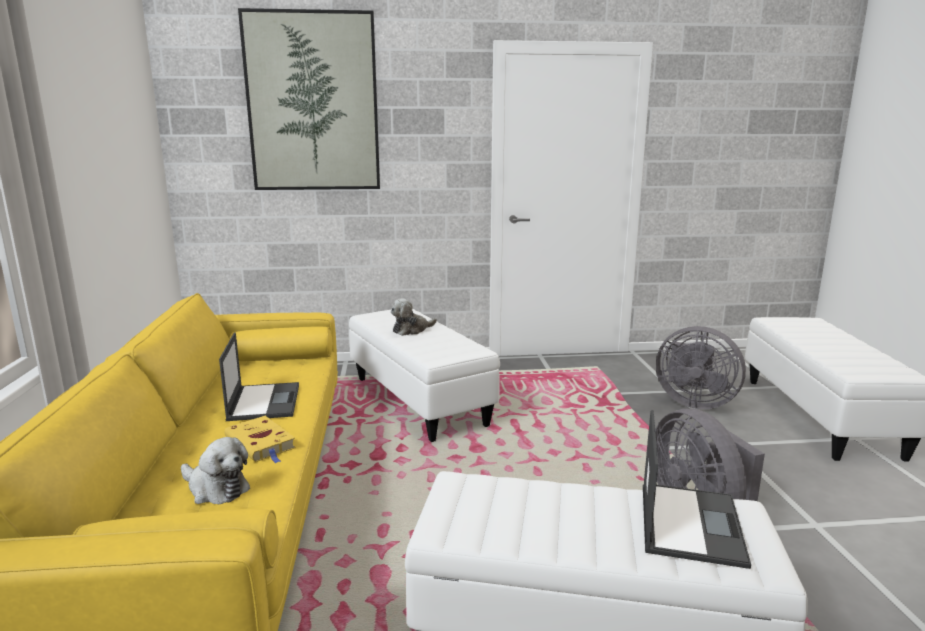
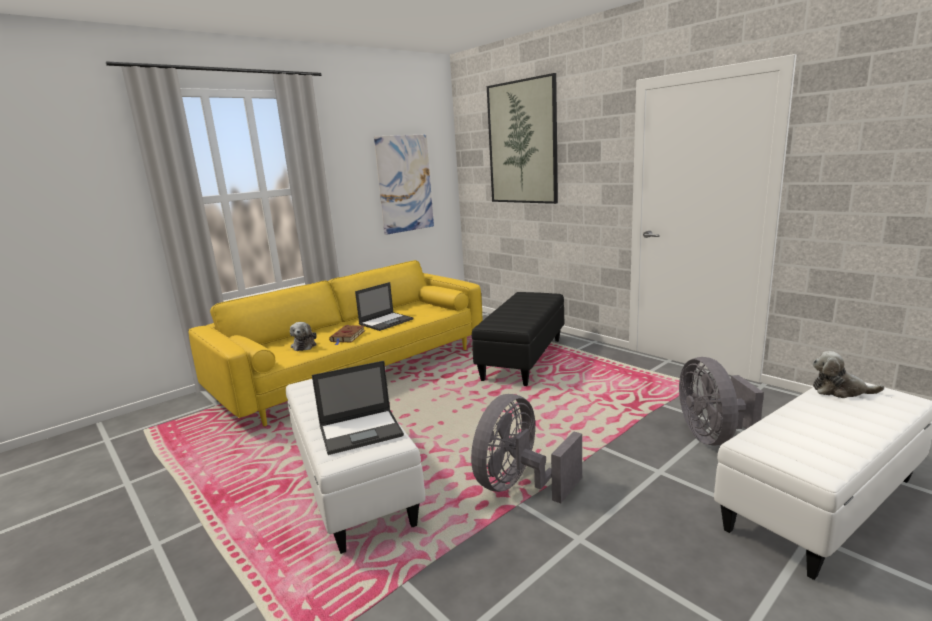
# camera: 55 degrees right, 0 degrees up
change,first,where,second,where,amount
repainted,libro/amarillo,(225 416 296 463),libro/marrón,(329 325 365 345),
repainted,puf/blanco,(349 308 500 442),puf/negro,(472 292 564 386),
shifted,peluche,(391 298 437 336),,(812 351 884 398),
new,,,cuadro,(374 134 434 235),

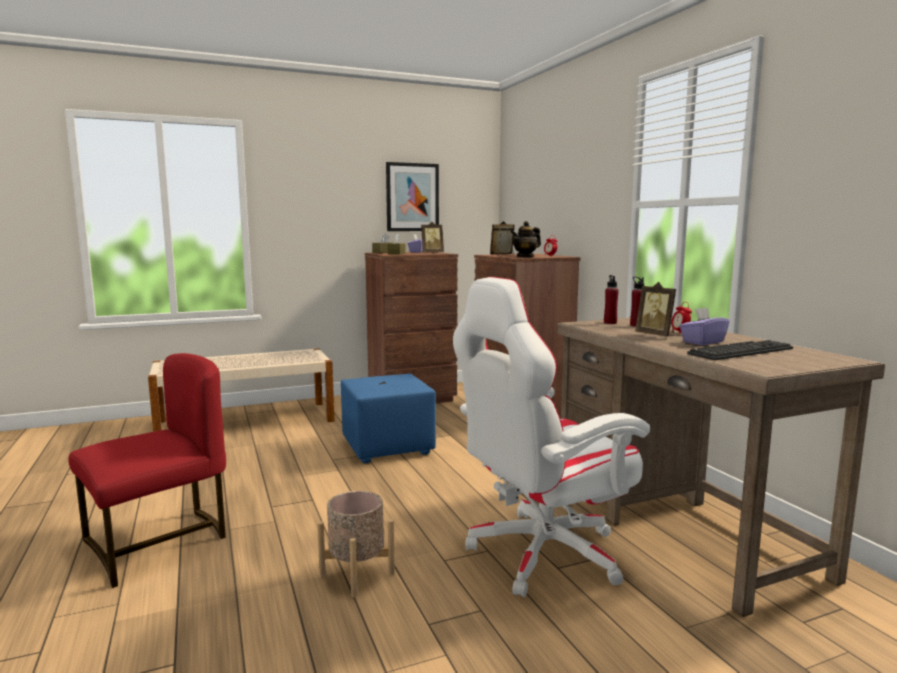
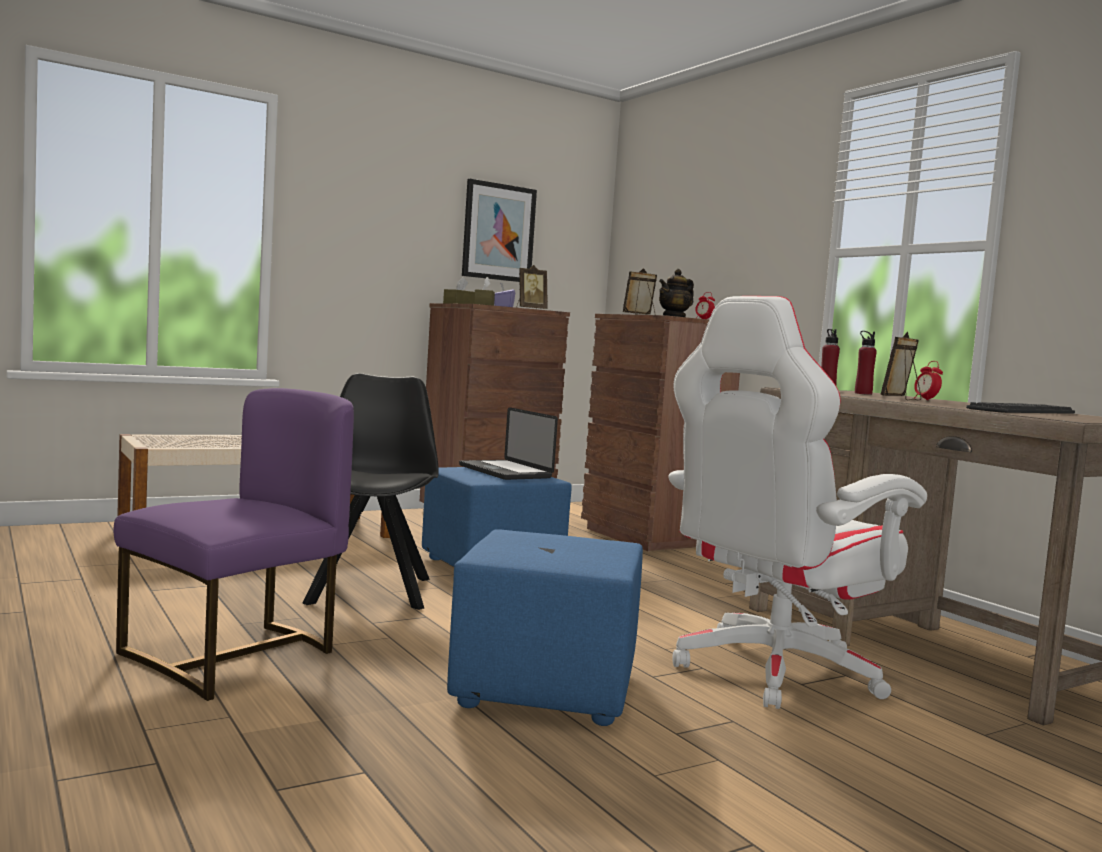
# camera: 10 degrees left, 5 degrees down
change,first,where,second,where,amount
repainted,silla/rojo,(68 353 226 588),silla/morado,(113 388 354 701),
swapped,maceta/beis,(317 491 395 597),puf/azul,(447 529 643 726),
rotated,portarretratos,(635 282 676 337),,(881 331 921 400),90 degrees clockwise
gone,caja de pañuelos/morado,(680 307 730 345),,,
new,,,silla/negro,(303 373 439 610),
new,,,portátil,(459 407 558 480),

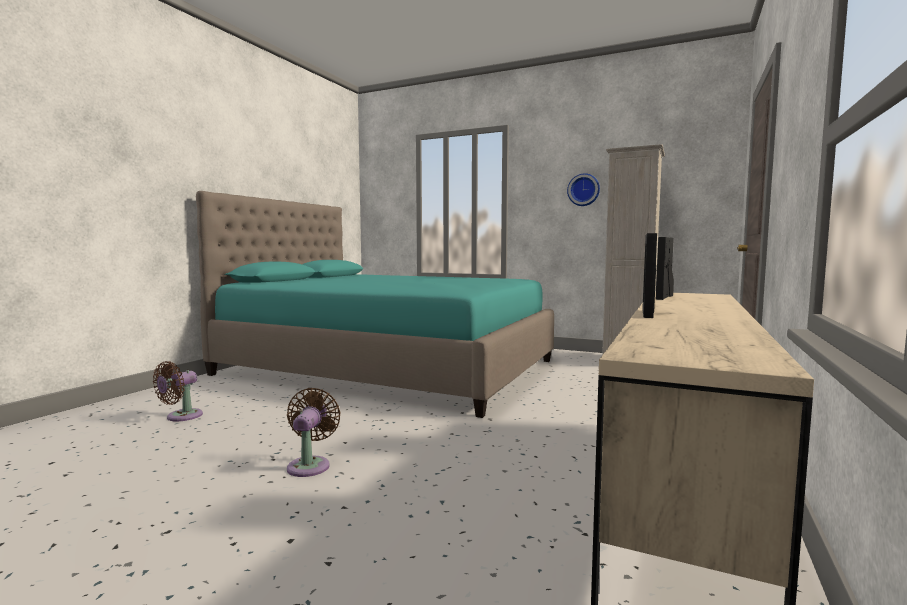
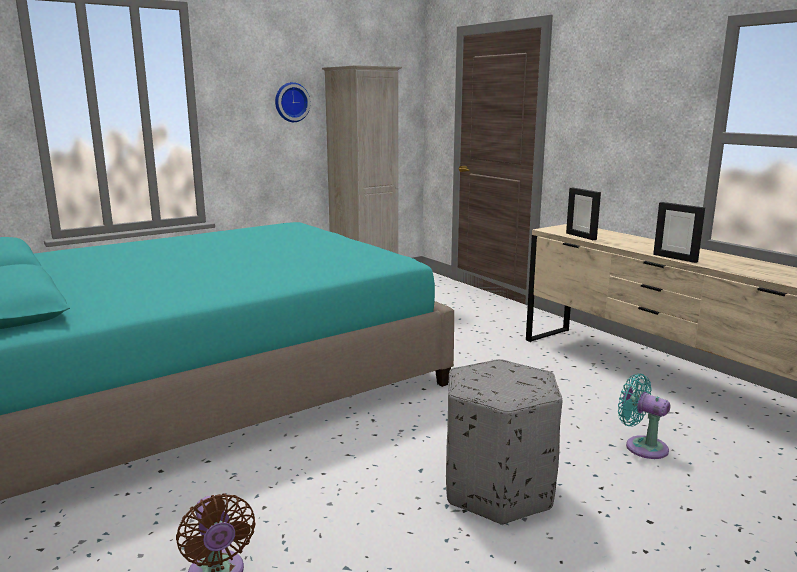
# camera: 60 degrees left, 10 degrees up
change,first,where,second,where,amount
swapped,ventilador/marrón,(287 388 340 477),puf/gris,(446 359 563 525),
new,,,ventilador/turquesa,(618 374 670 459),

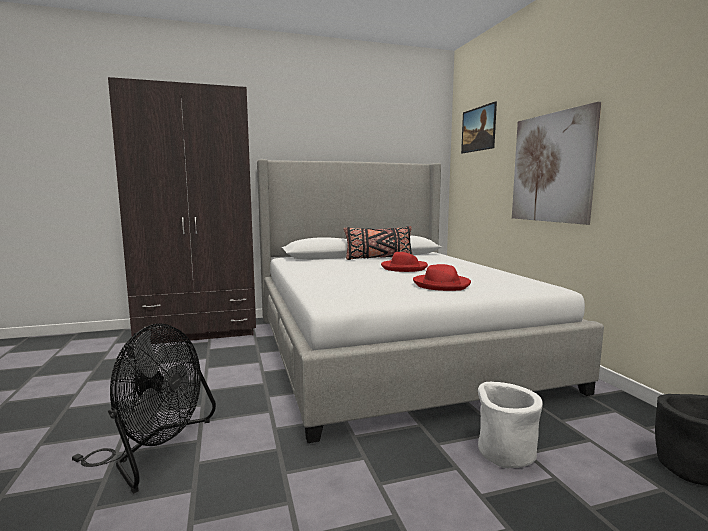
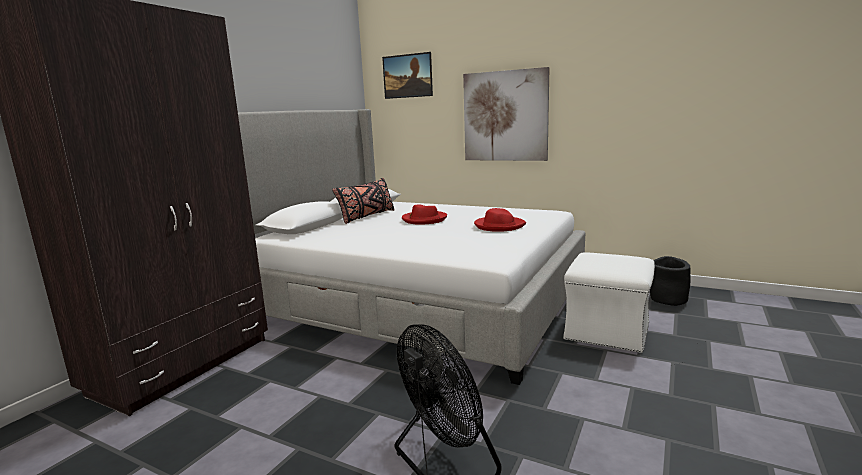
# camera: 45 degrees left, 5 degrees up
change,first,where,second,where,amount
swapped,maceta/blanco,(478 382 543 468),puf/blanco,(563 252 655 353),

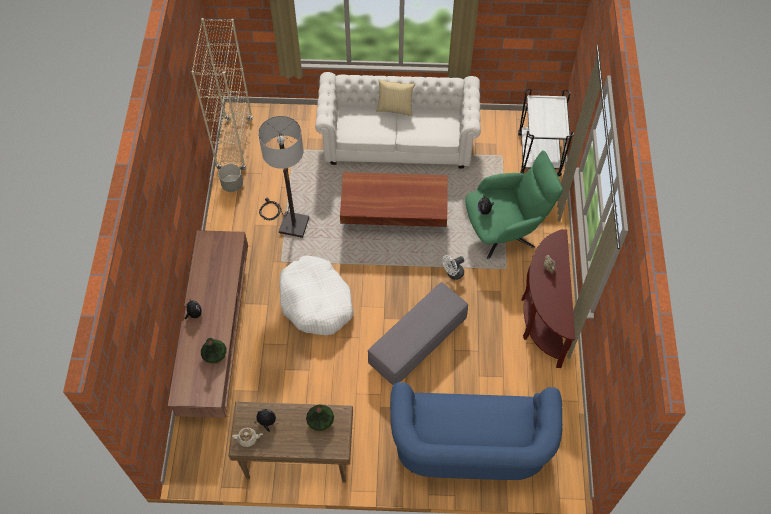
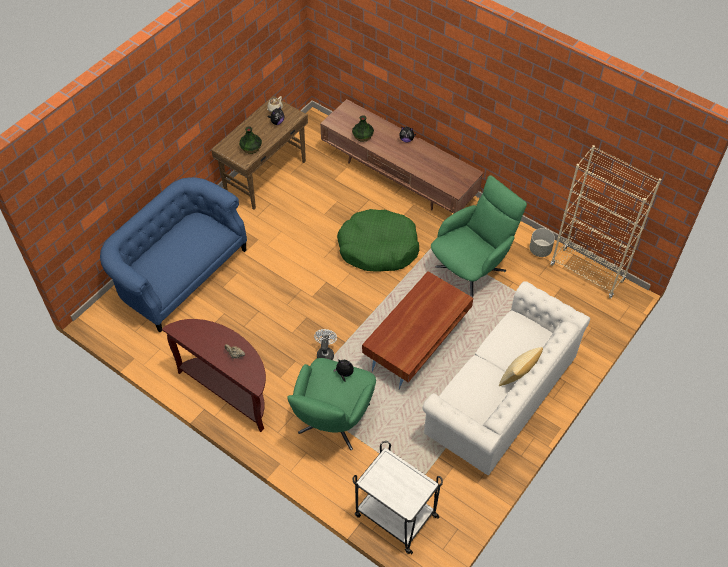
# camera: 125 degrees right, 5 degrees down
change,first,where,second,where,amount
swapped,lámpara de pie,(258 116 309 238),sillón/verde,(431 175 527 297),
repainted,cama para perro/blanco,(280 256 354 335),cama para perro/verde,(337 209 419 272),
gone,puf/gris,(368 282 468 385),,,

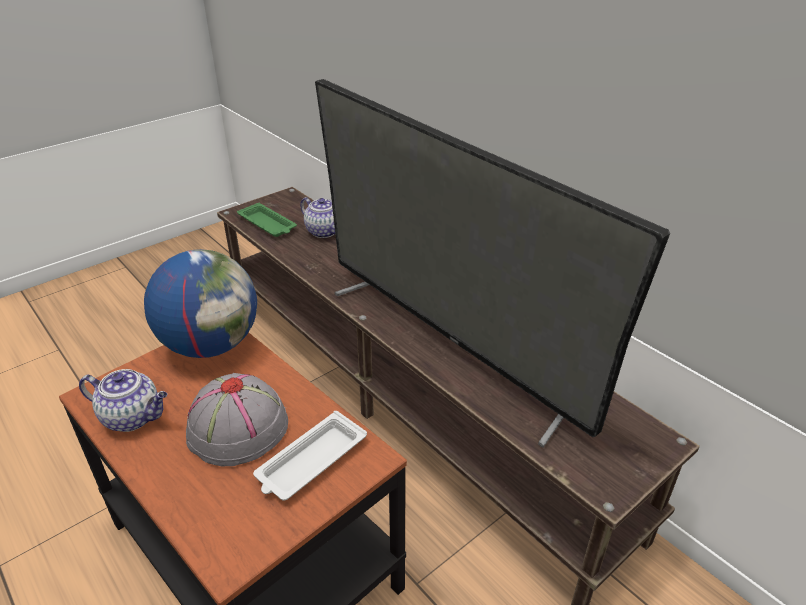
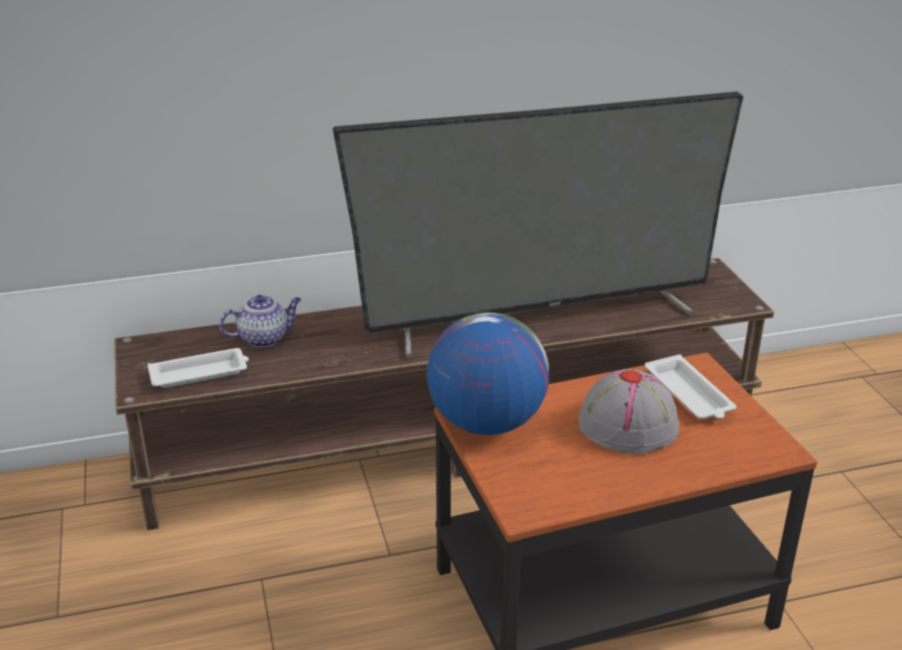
# camera: 65 degrees left, 5 degrees down
change,first,where,second,where,amount
gone,tetera,(79 369 167 432),,,
repainted,bandeja/verde,(237 202 297 237),bandeja/blanco,(147 348 249 388),

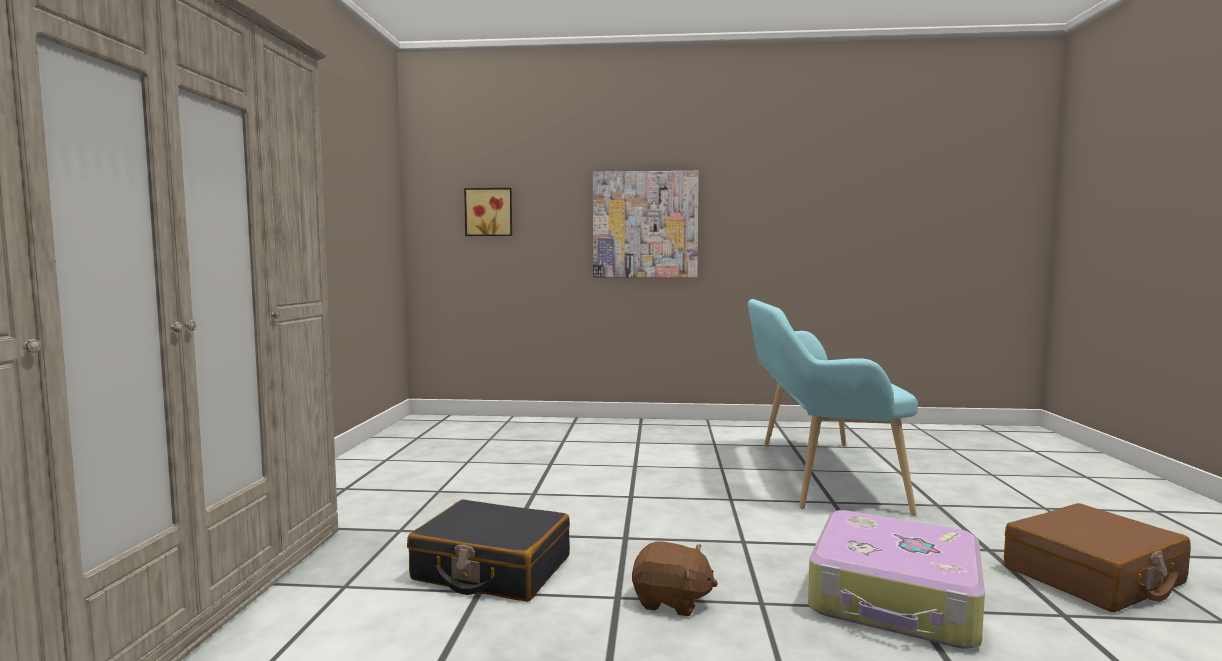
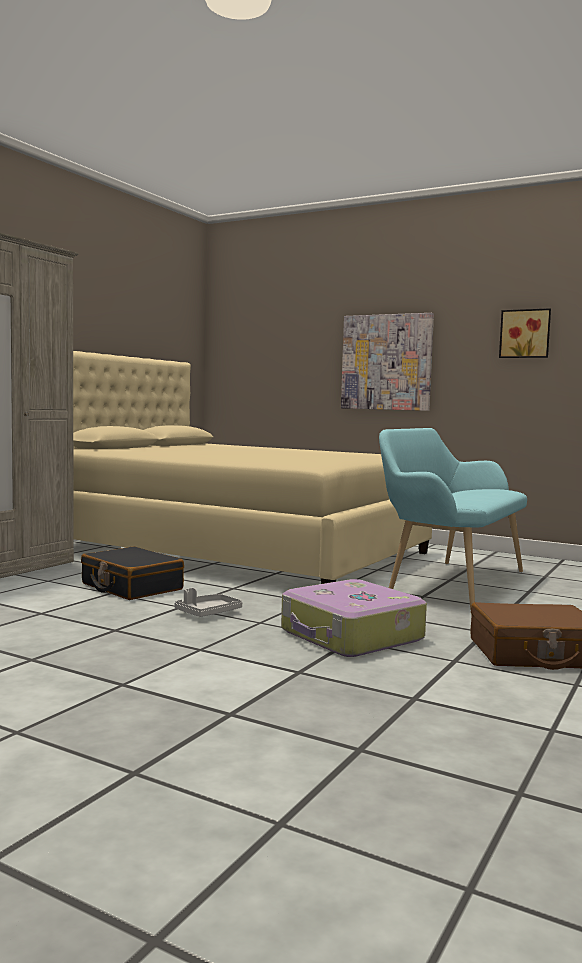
# camera: 25 degrees right, 0 degrees up
change,first,where,second,where,amount
shifted,cuadro,(464 188 512 236),,(499 308 551 358),
swapped,peluche/marrón,(632 541 718 616),bandeja/gris,(175 588 242 617),
new,,,cama/beis,(73 351 432 584),

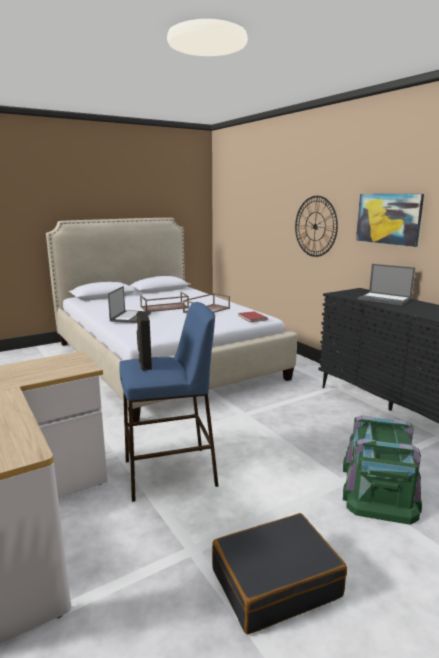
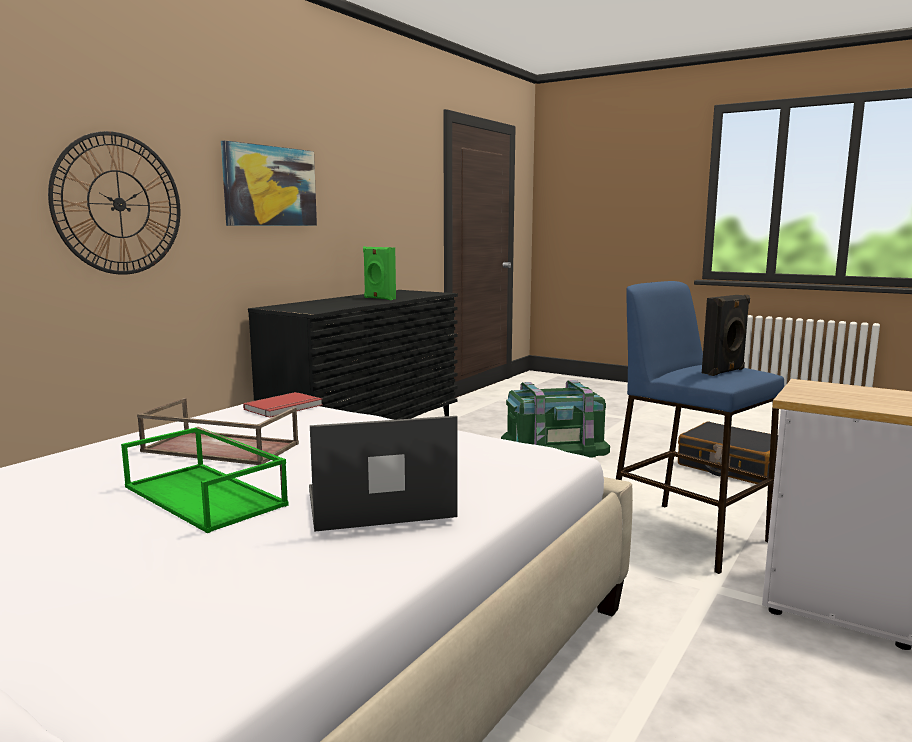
# camera: 115 degrees left, 5 degrees down
change,first,where,second,where,amount
repainted,bandeja/marrón,(140 292 189 312),bandeja/verde,(121 427 289 533),
gone,portátil,(358 264 415 306),,,
new,,,altavoz/verde,(363 246 396 300),

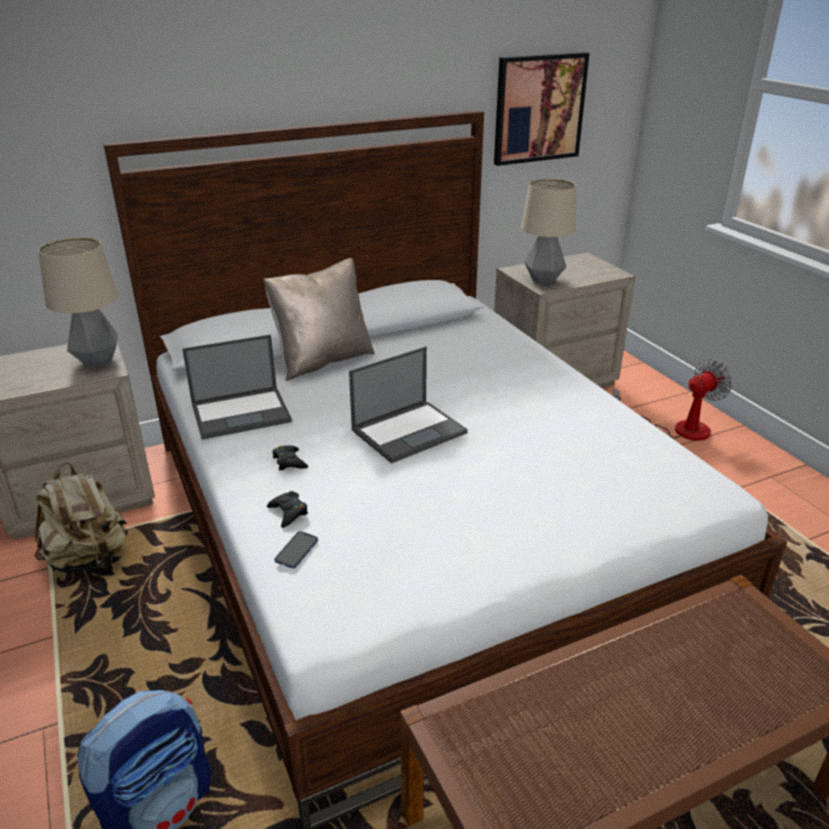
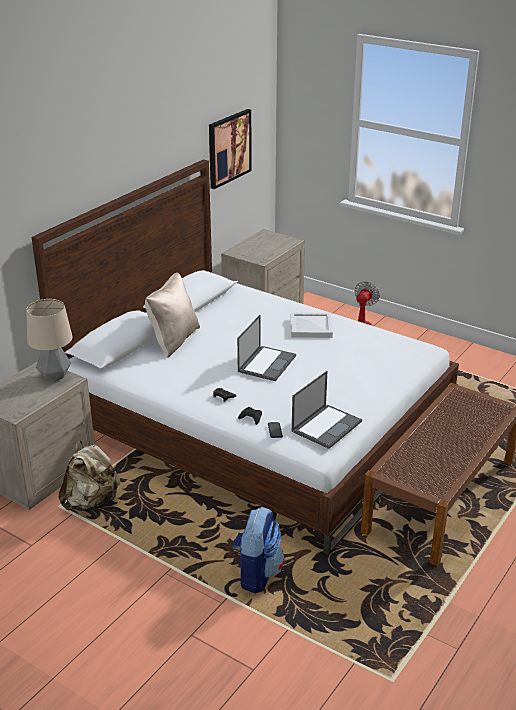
# camera: 30 degrees left, 0 degrees up
change,first,where,second,where,amount
shifted,portátil,(182 335 292 440),,(292 371 362 449),
gone,lámpara de mesa,(521 178 576 284),,,
new,,,bandeja/blanco,(290 313 333 338),

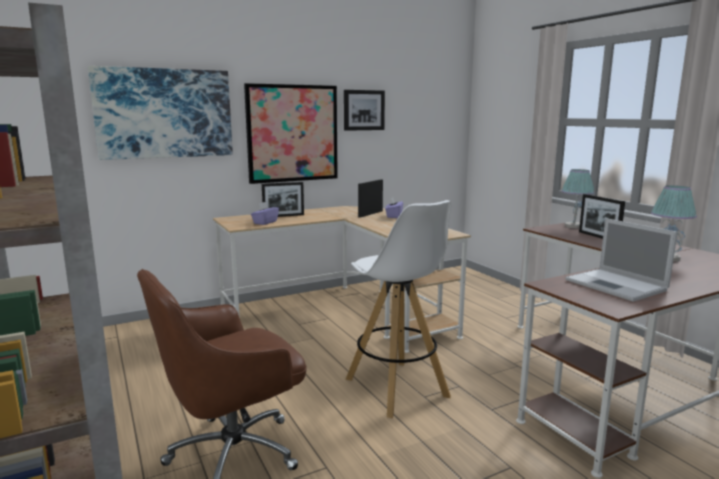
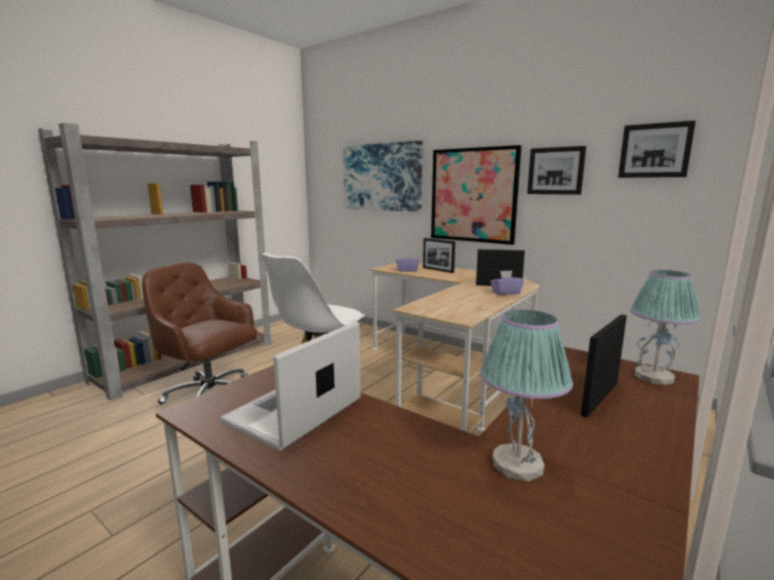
# camera: 65 degrees right, 0 degrees up
change,first,where,second,where,amount
new,,,cuadro,(618 120 696 178),

